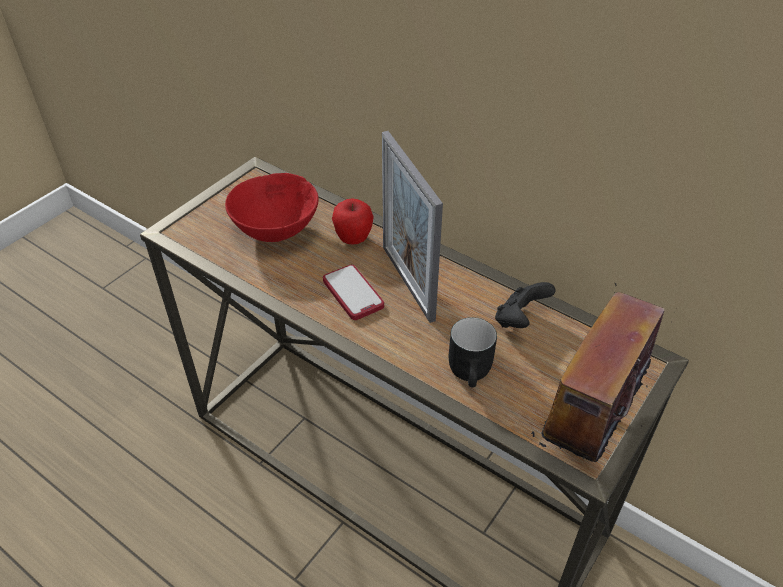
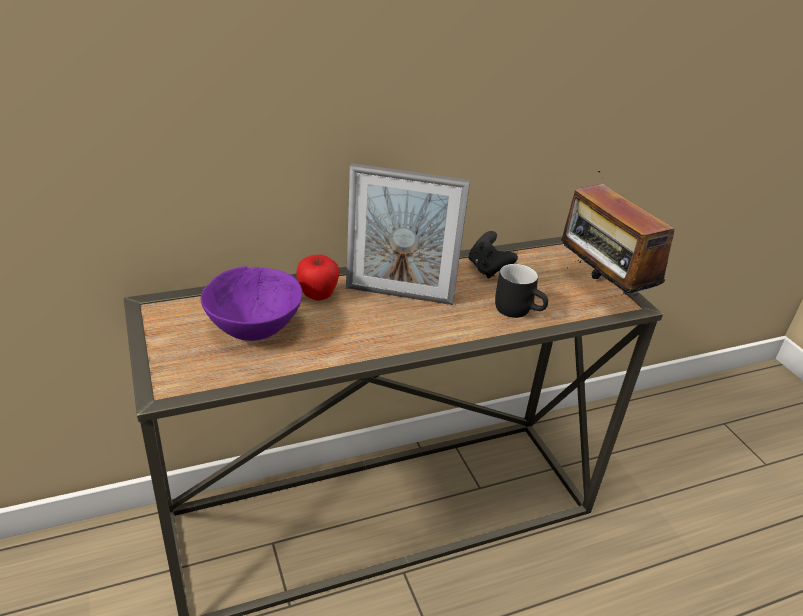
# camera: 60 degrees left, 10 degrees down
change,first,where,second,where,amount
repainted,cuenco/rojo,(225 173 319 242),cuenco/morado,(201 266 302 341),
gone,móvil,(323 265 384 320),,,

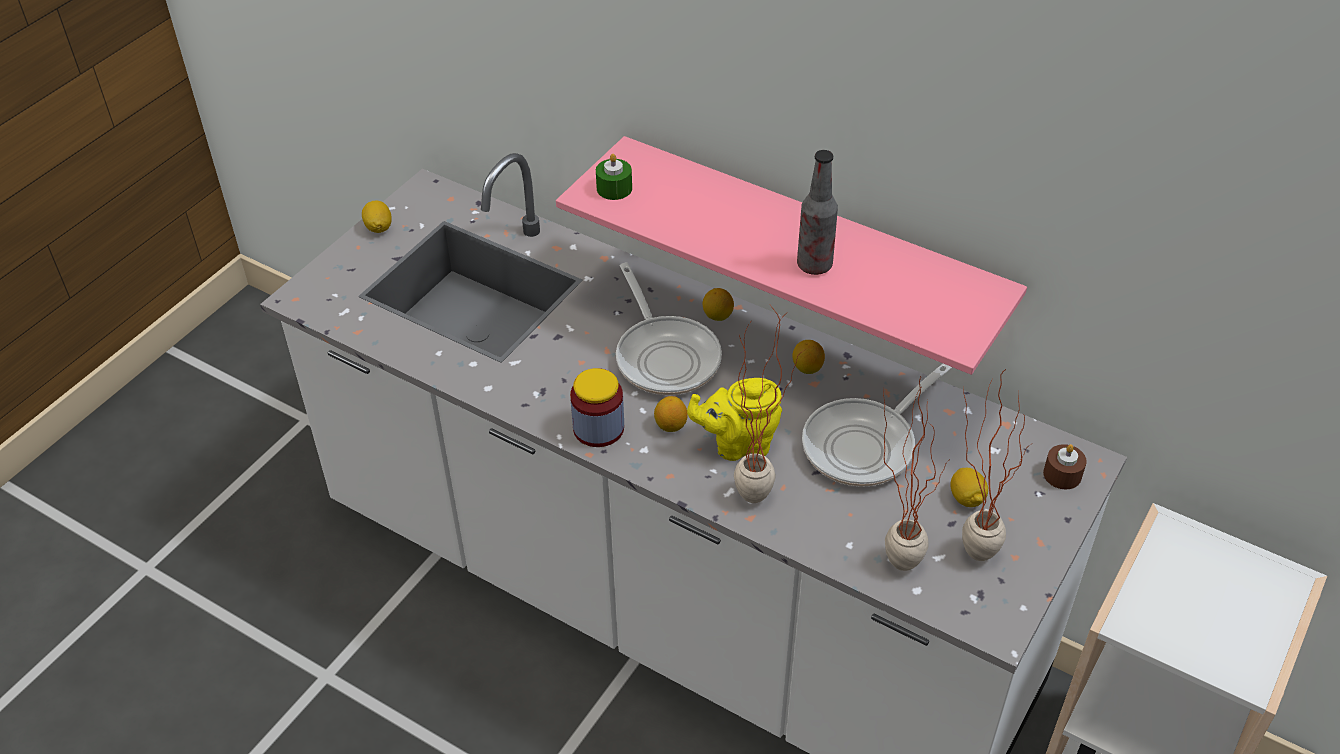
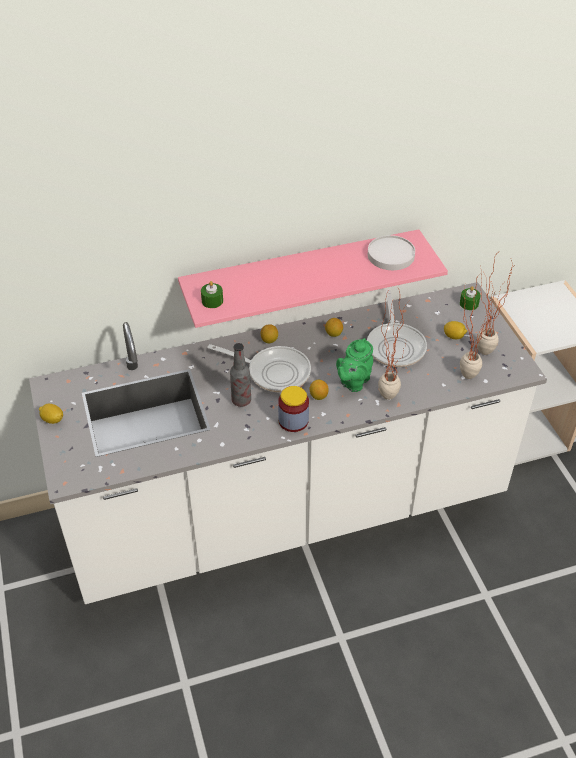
# camera: 50 degrees left, 0 degrees up
change,first,where,second,where,amount
repainted,tetera/amarillo,(687 378 782 461),tetera/verde,(336 338 373 392),
shifted,botella,(797 150 838 275),,(230 343 251 407),
repainted,vela/marrón,(1043 444 1087 489),vela/verde,(460 286 480 310),
new,,,plato/blanco,(368 235 415 270),

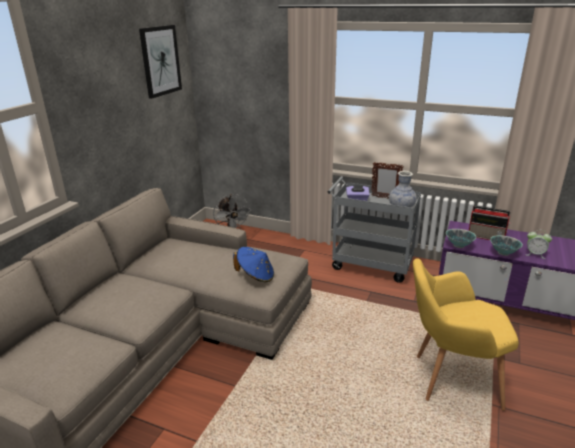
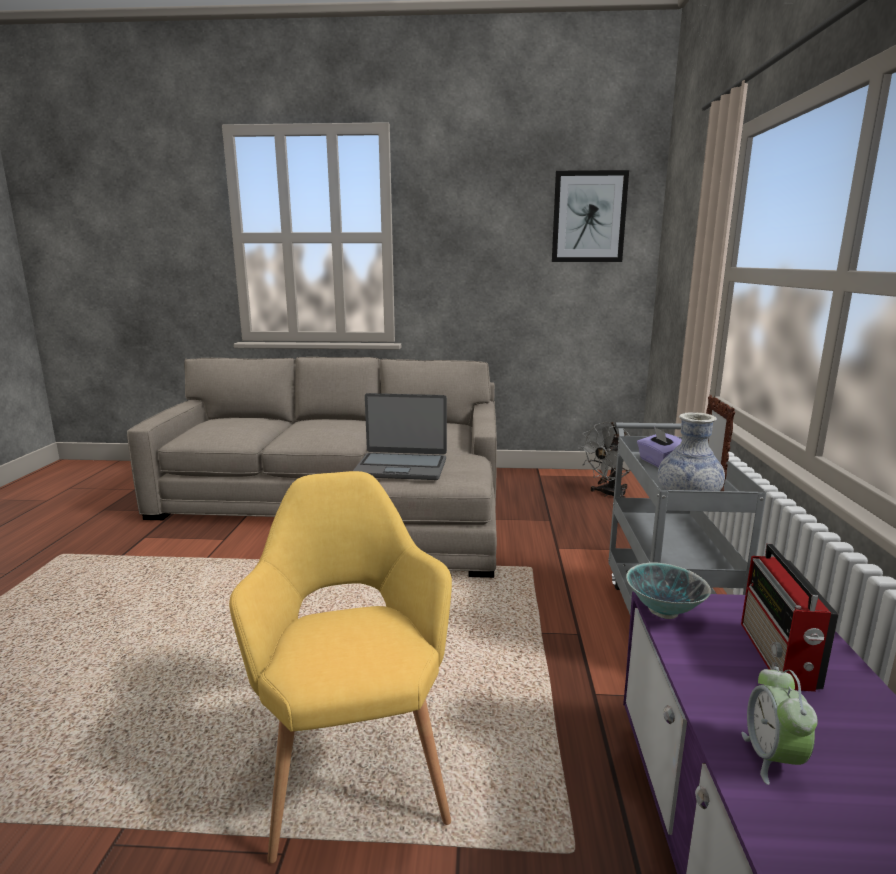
# camera: 70 degrees right, 10 degrees down
change,first,where,second,where,amount
swapped,sombrero/azul,(233 247 274 282),portátil,(353 393 447 480),
gone,cuenco,(490 235 523 256),,,

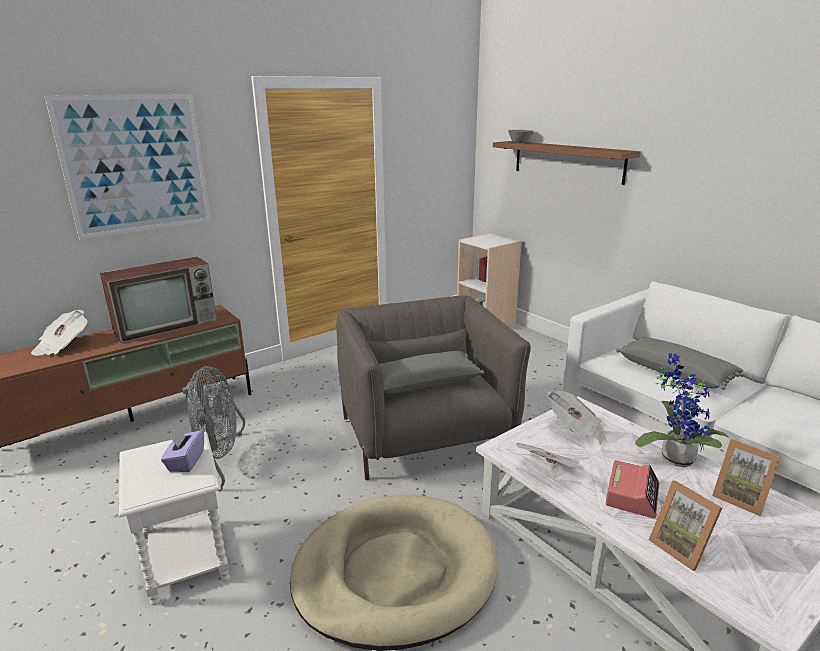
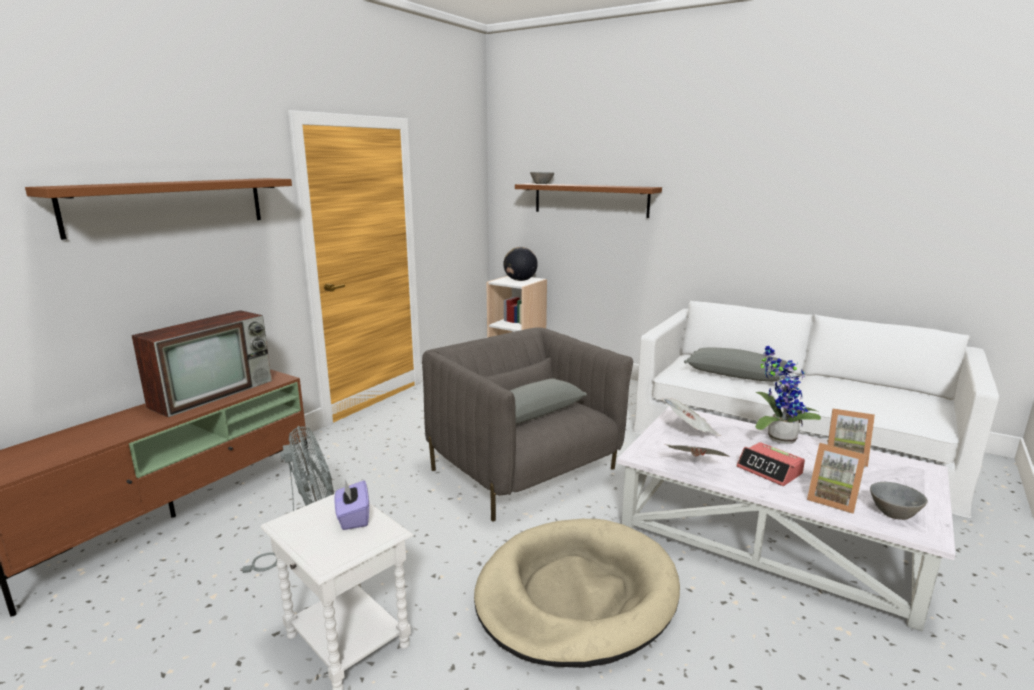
# camera: 20 degrees left, 5 degrees down
change,first,where,second,where,amount
gone,periódico,(31 310 87 356),,,
swapped,cuadro,(44 94 211 239),estante/marrón,(25 178 292 240),
rotated,despertador,(605 460 659 518),,(737 442 805 486),135 degrees clockwise
new,,,globo terráqueo,(504 247 538 281),
new,,,cuenco/gris,(870 482 928 520),

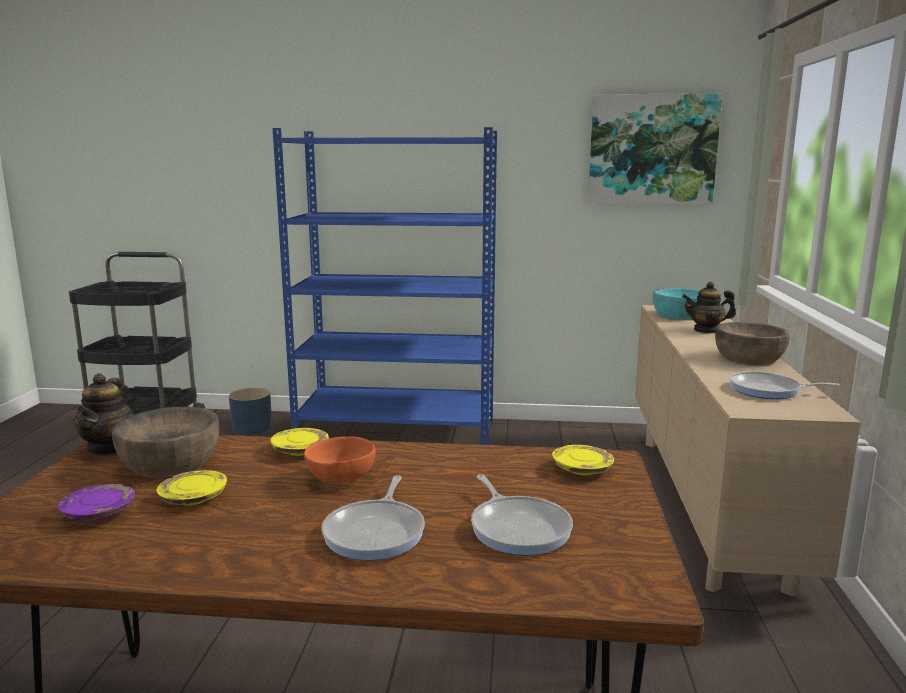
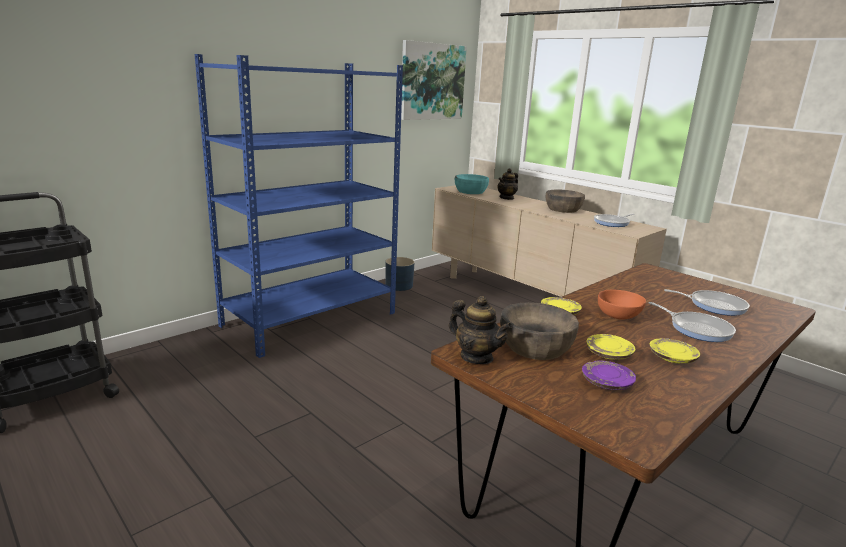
# camera: 50 degrees left, 5 degrees up
change,first,where,second,where,amount
shifted,maceta/azul,(229 388 272 435),,(385 257 414 291),
shifted,plato/amarillo,(552 445 614 475),,(650 338 700 363),

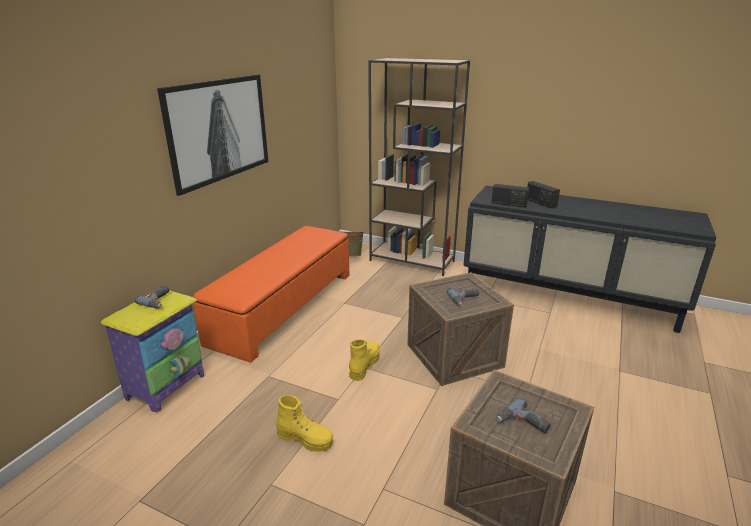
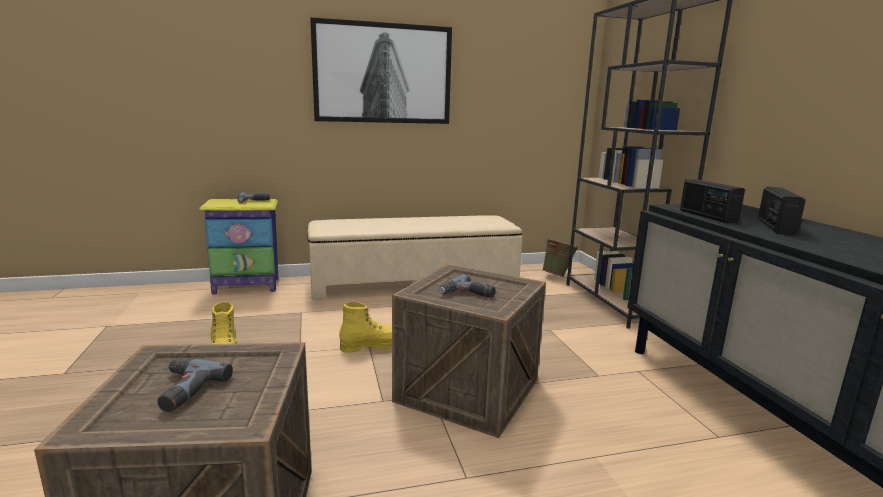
# camera: 50 degrees right, 10 degrees down
change,first,where,second,where,amount
repainted,banco/naranja,(193 226 349 362),banco/beis,(308 215 522 300),

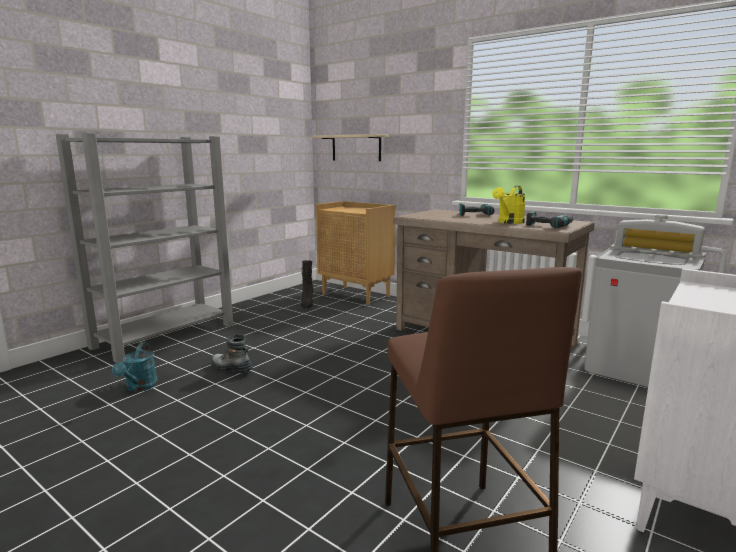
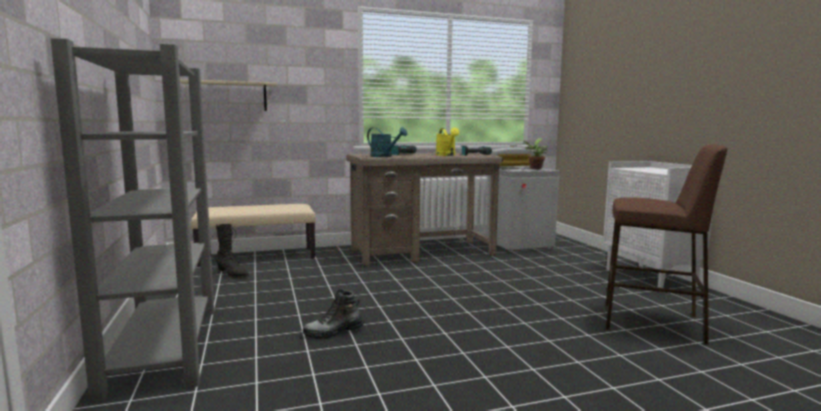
# camera: 55 degrees left, 5 degrees down
change,first,where,second,where,amount
shifted,regadera/turquesa,(112 342 158 392),,(367 127 407 157),
swapped,armario/marrón,(316 201 395 305),banco/beis,(191 204 316 267),
new,,,planta en maceta,(522 138 548 169),

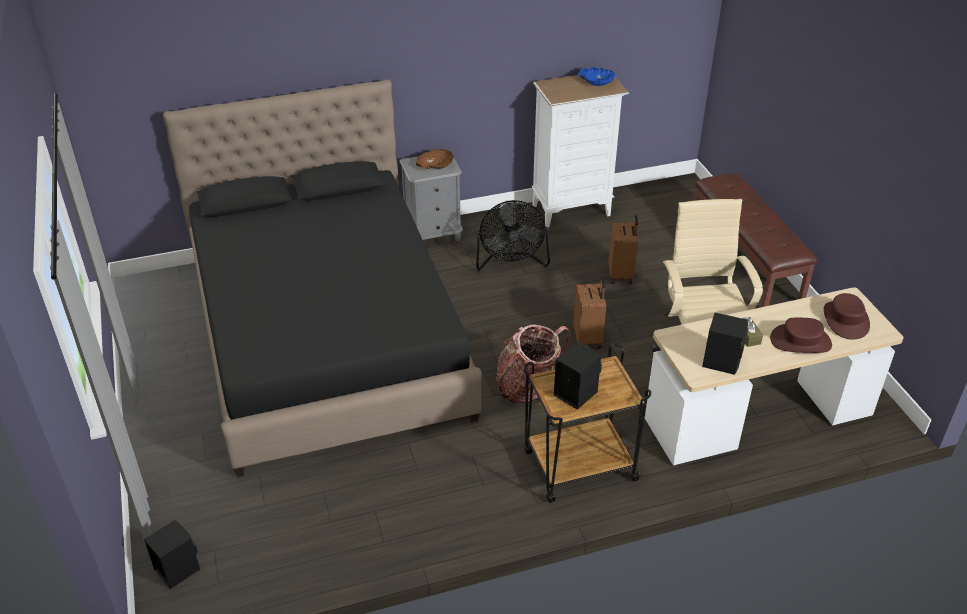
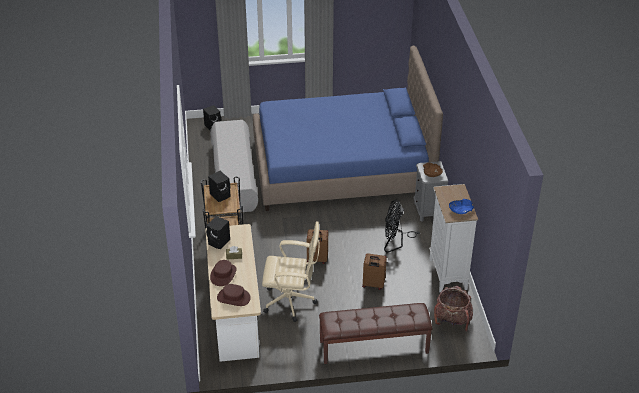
# camera: 100 degrees right, 0 degrees up
change,first,where,second,where,amount
repainted,cama/negro,(163 79 482 477),cama/azul,(253 46 443 211),
shifted,mochila,(496 325 570 405),,(434 286 473 332),
new,,,banco/gris,(210 120 258 212),

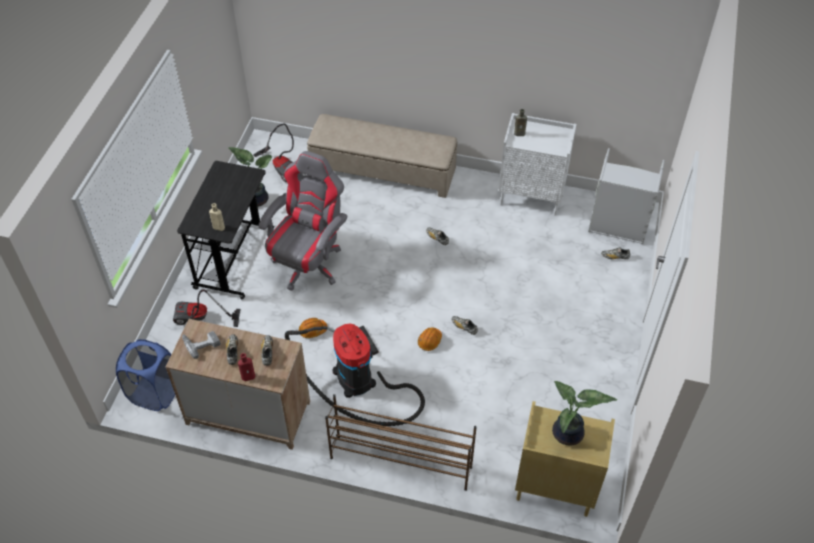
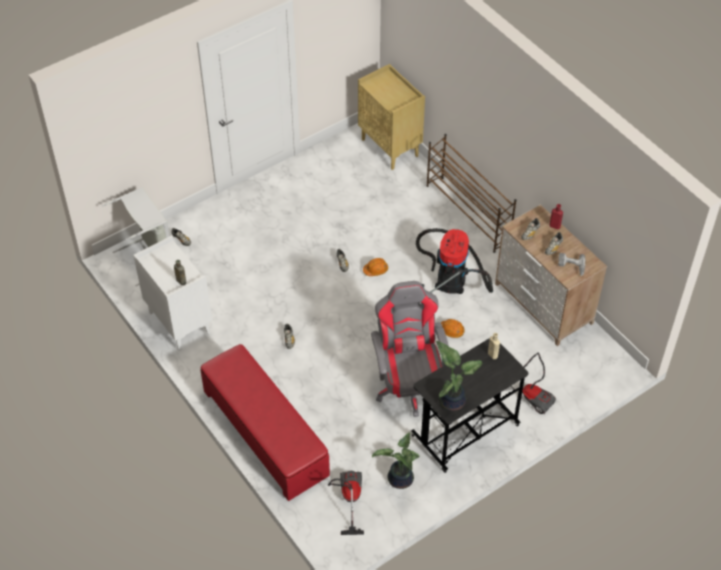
# camera: 140 degrees left, 0 degrees up
change,first,where,second,where,amount
gone,cesto de la ropa/azul,(116 339 175 411),,,
rotated,silla de oficina/gris,(258 151 347 291),,(371 281 449 417),105 degrees clockwise
repainted,banco/beis,(307 114 457 198),banco/rojo,(200 344 330 501),
shifted,planta en maceta,(552 381 617 446),,(436 341 483 411),

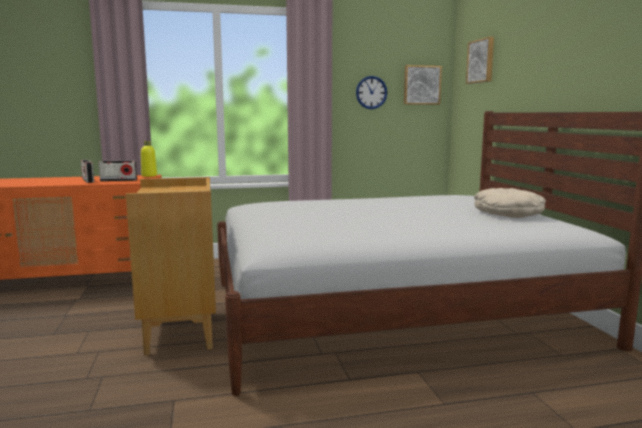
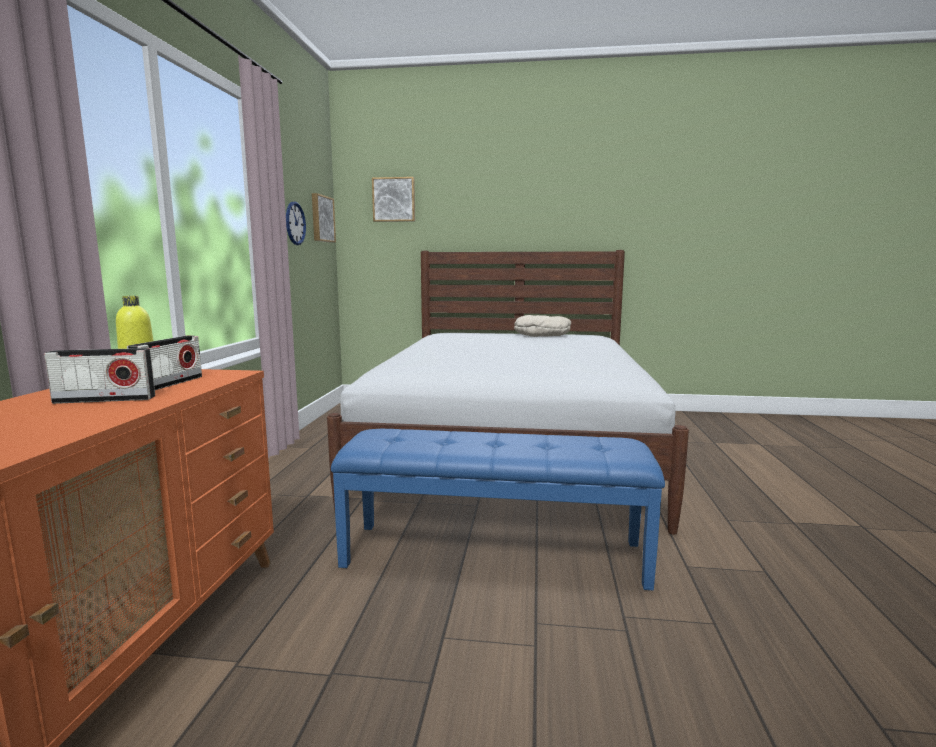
# camera: 70 degrees left, 0 degrees up
change,first,where,second,where,amount
swapped,armario/marrón,(126 177 216 356),banco/azul,(331 429 665 590),

